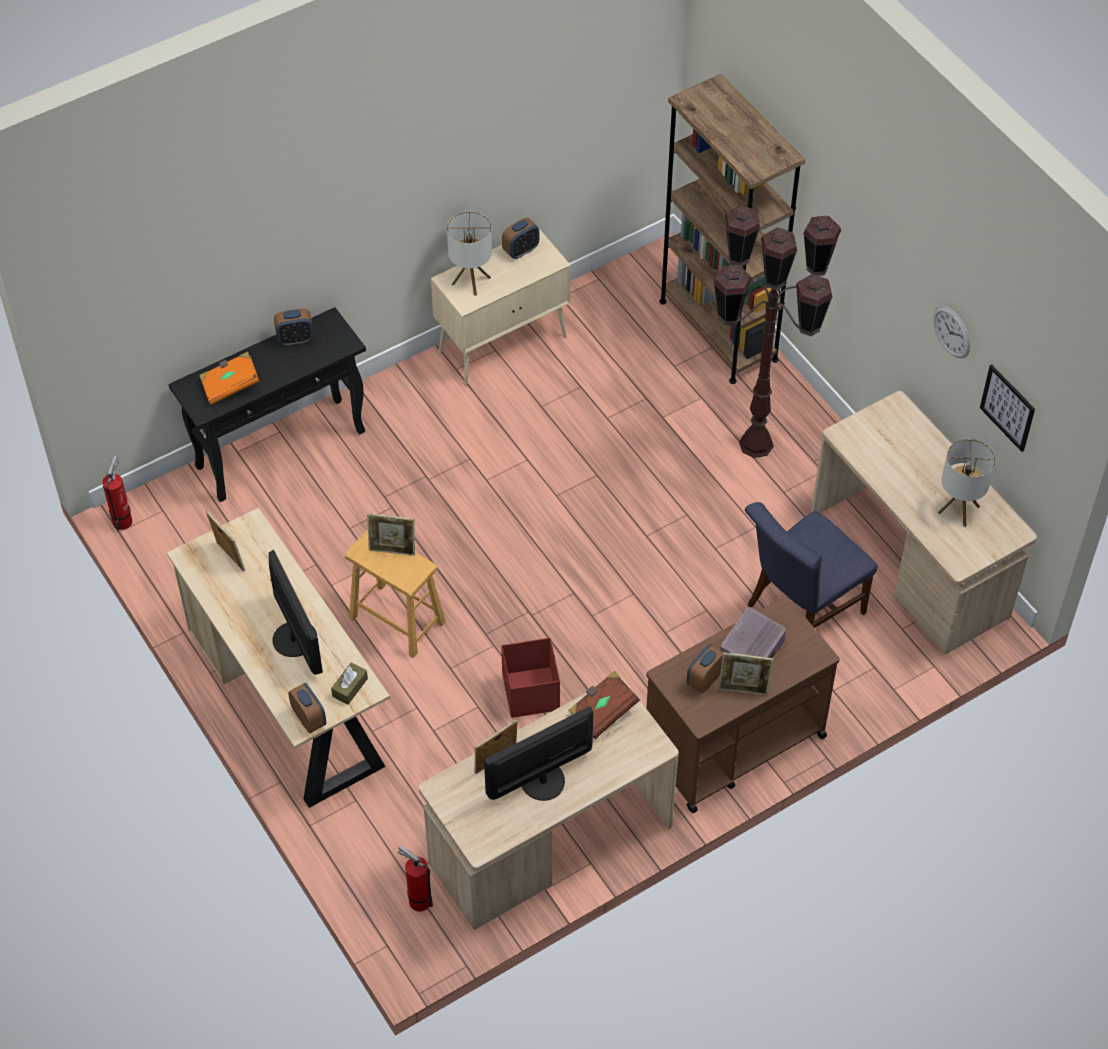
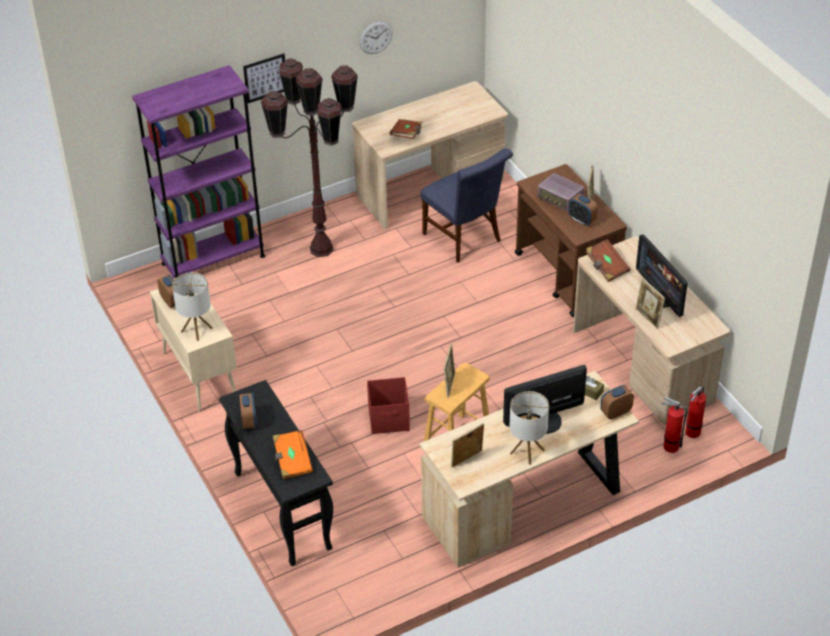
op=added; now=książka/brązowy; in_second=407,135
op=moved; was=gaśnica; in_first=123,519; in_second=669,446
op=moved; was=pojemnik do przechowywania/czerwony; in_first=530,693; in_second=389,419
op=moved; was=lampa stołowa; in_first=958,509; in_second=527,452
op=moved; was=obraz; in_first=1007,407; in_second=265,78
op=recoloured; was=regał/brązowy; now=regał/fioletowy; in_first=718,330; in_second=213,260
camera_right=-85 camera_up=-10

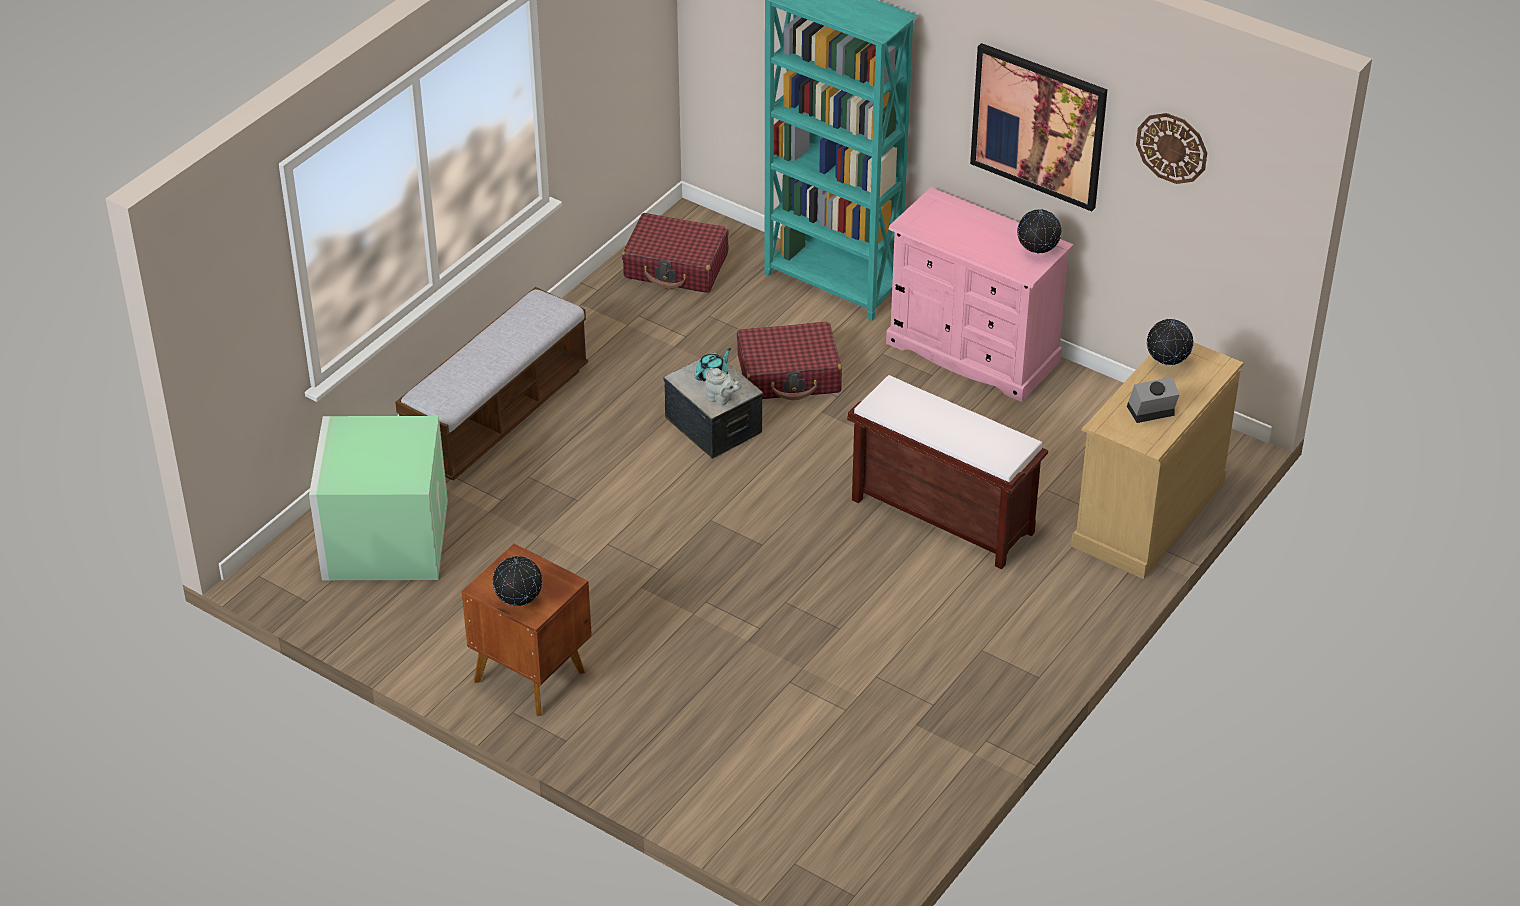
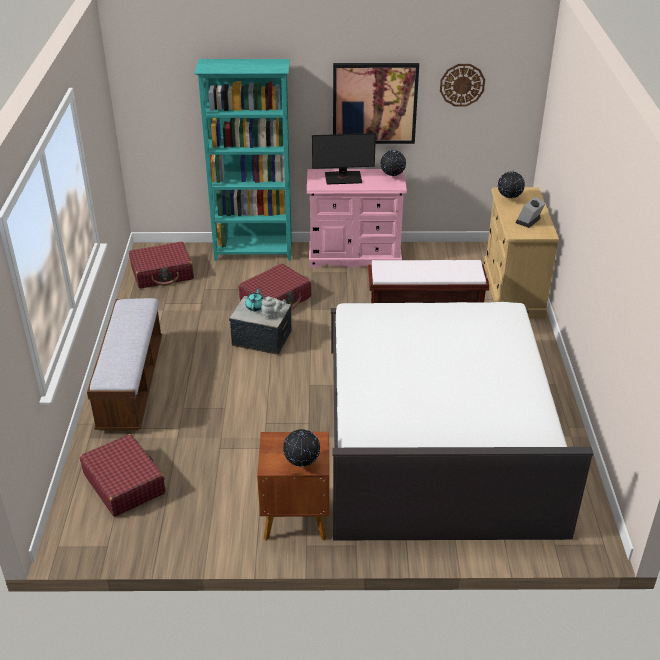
op=added; now=monitor; in_second=343,178
op=added; now=łóżko/biały; in_second=437,434
op=replaced; was=pojemnik do przechowywania/zielony; now=walizka/czerwony; in_first=384,538; in_second=124,483
camera_right=-35 camera_up=-5

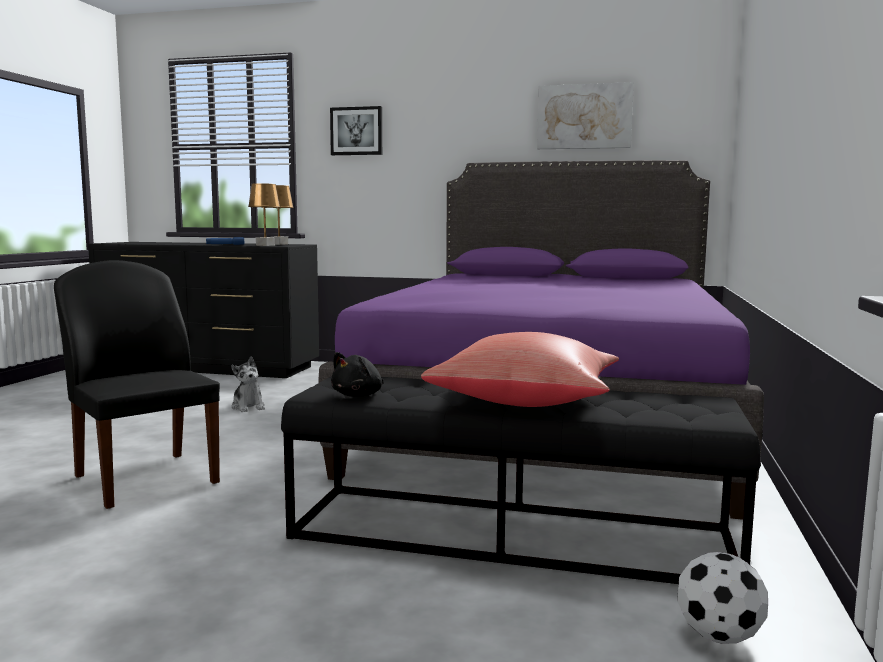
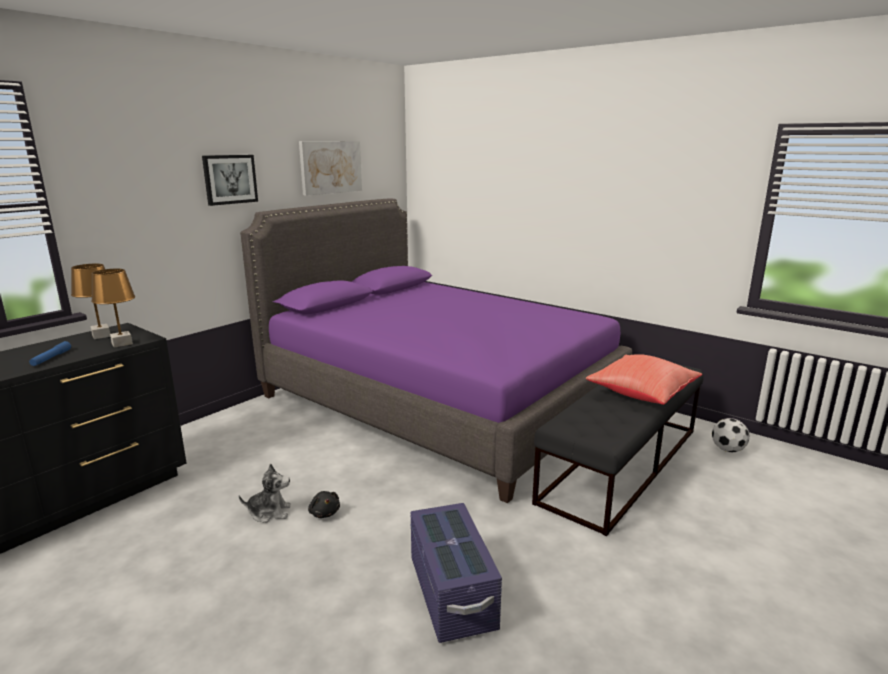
op=moved; was=obraz; in_first=356,131; in_second=230,179
op=moved; was=pluszak/czarny; in_first=359,395; in_second=324,513
op=replaced; was=krzesło/czarny; now=pojemnik do przechowywania/fioletowy; in_first=145,478; in_second=452,593
camera_right=-65 camera_up=10

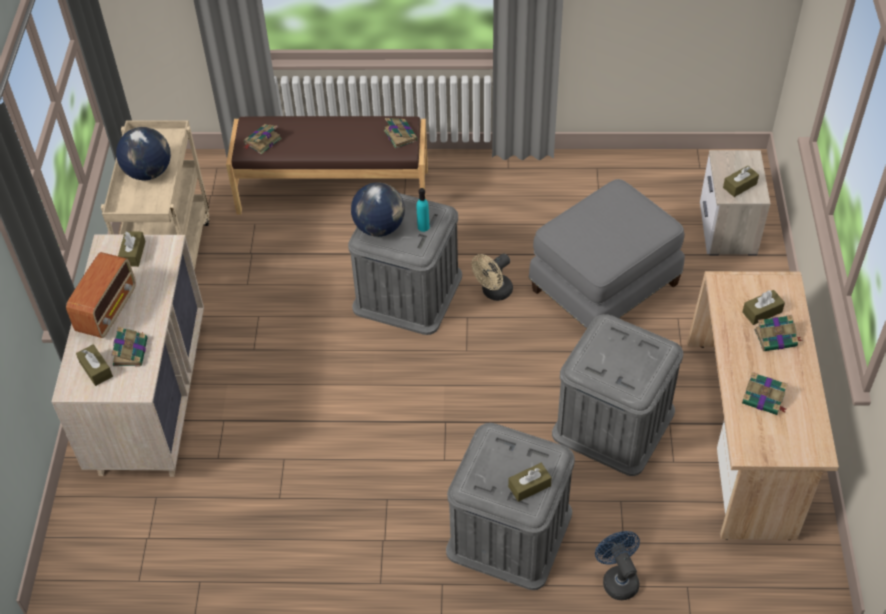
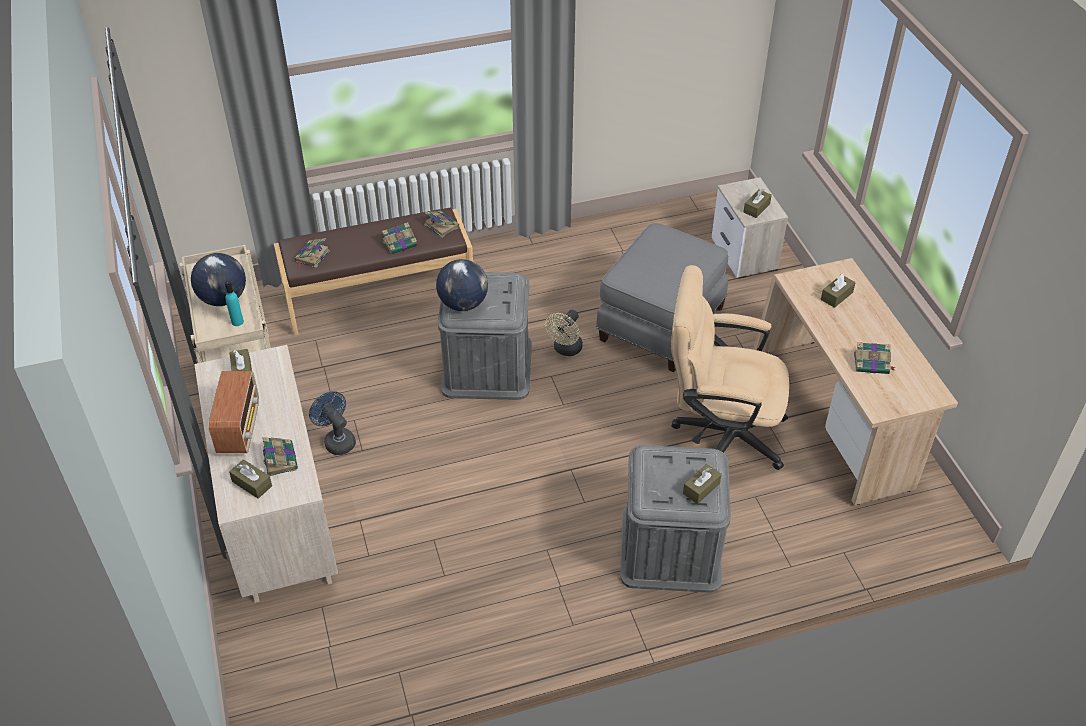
op=moved; was=butelka/turkusowy; in_first=423,227; in_second=237,322
op=moved; was=wentylator/niebieski; in_first=617,579; in_second=337,440
op=moved; was=książka; in_first=776,338; in_second=400,243
op=replaced; was=pojemnik do przechowywania/szary; now=krzesło biurowe/beżowy; in_first=613,422; in_second=719,433
camera_right=-20 camera_up=-5

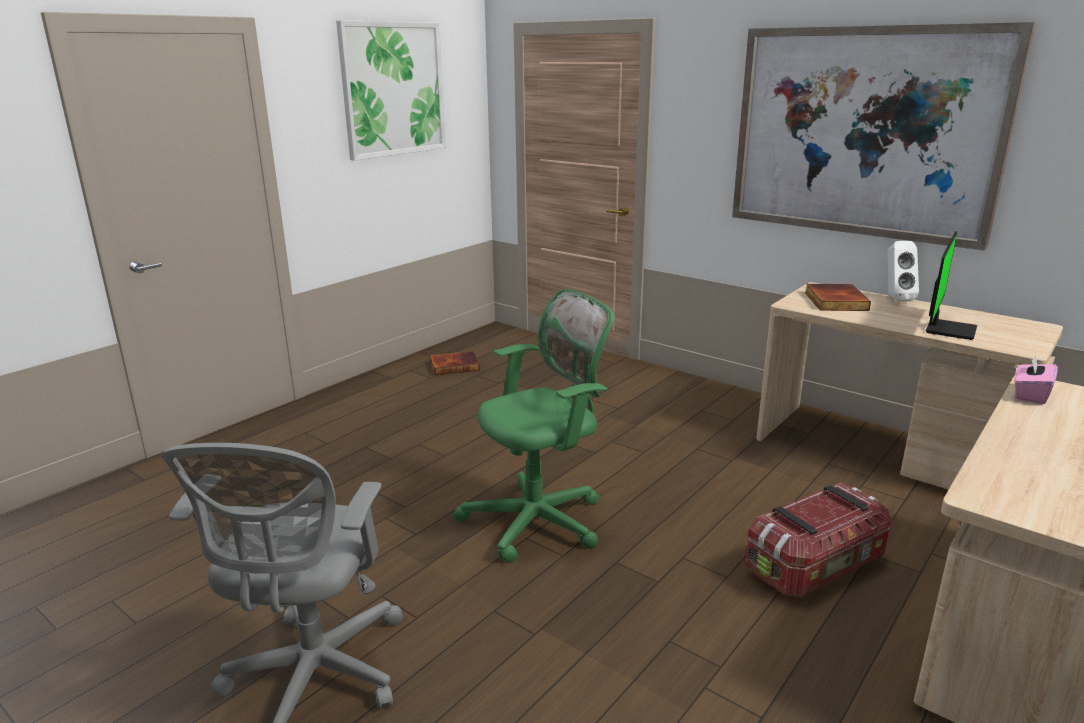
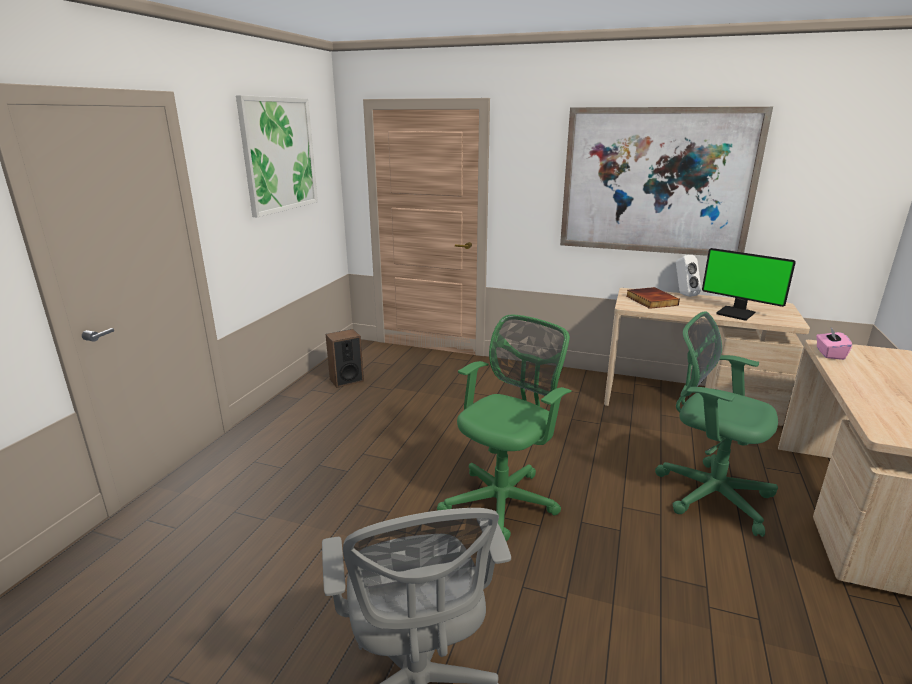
op=replaced; was=książka; now=głośnik; in_first=454,365; in_second=346,380
op=replaced; was=pojemnik do przechowywania; now=krzesło biurowe/zielony; in_first=816,566; in_second=708,493
op=turned; was=monitor; in_first=947,329; in_second=736,313; clockwise=120
camera_right=-20 camera_up=0

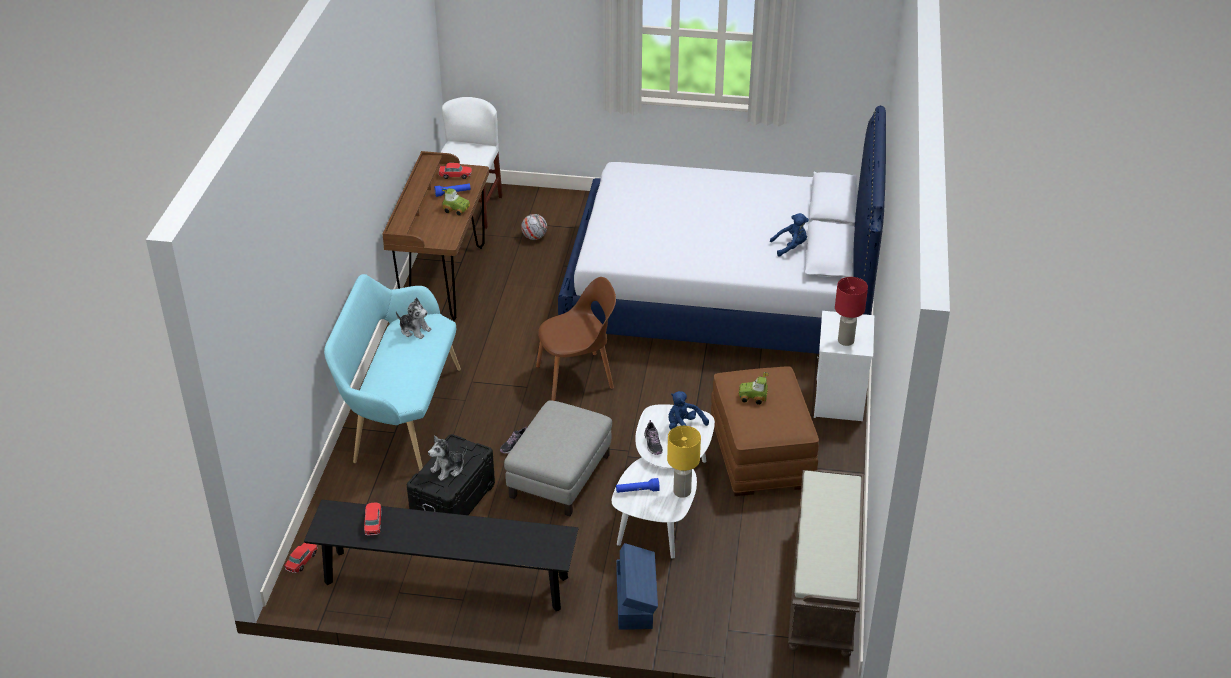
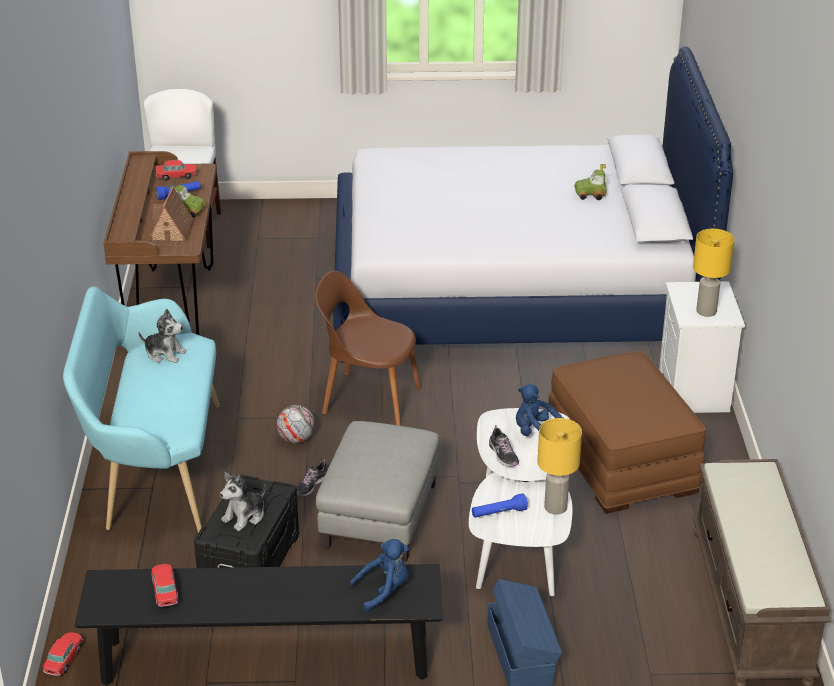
op=added; now=domek; in_second=171,233
op=moved; was=piłka futbolowa; in_first=534,237; in_second=296,439
op=moved; was=samochodzik; in_first=753,397; in_second=590,195
op=moved; was=pluszak/niebieski; in_first=790,247; in_second=384,591
op=recoloured; was=lampa stołowa/czerwony; now=lampa stołowa/żółty; in_first=845,341; in_second=705,311
op=turned; was=krzesło/brązowy; in_first=577,376; in_second=368,399; clockwise=-135
camera_right=-10 camera_up=-5

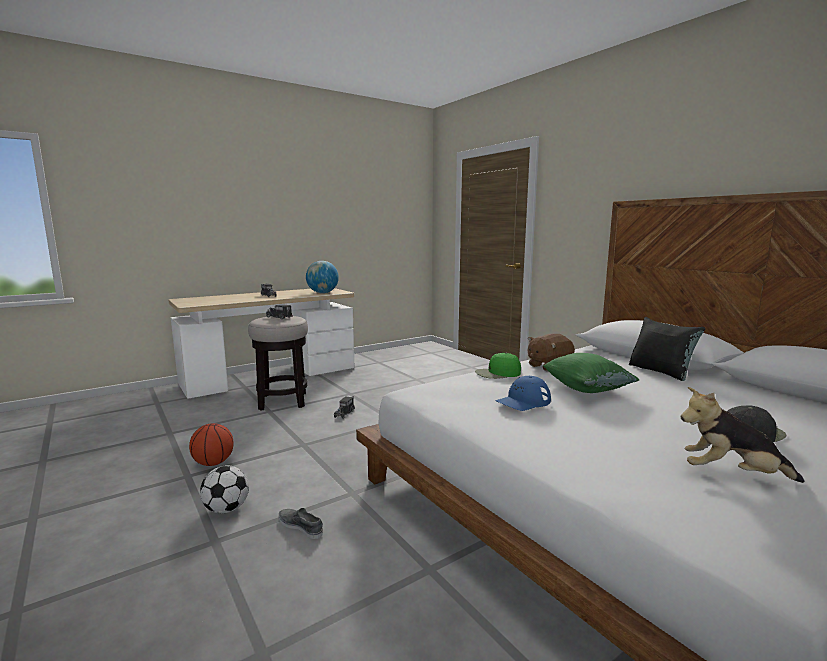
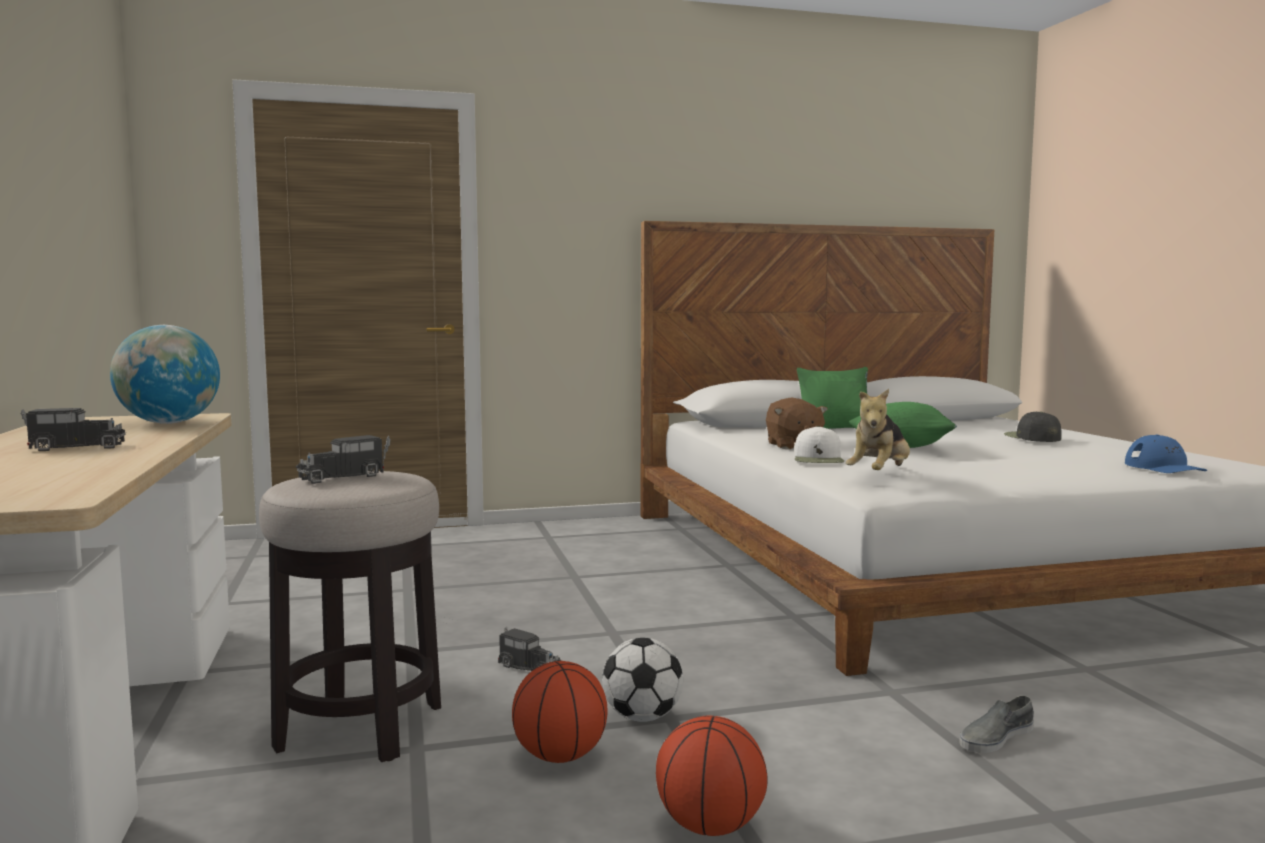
op=added; now=piłka do koszykówki; in_second=560,757
op=moved; was=piłka futbolowa; in_first=226,509; in_second=642,717
op=moved; was=czapka z daszkiem/niebieski; in_first=523,401; in_second=1164,468
op=moved; was=pluszak; in_first=731,474; in_second=880,474
op=recoloured; was=czapka z daszkiem/zielony; now=czapka z daszkiem/biały; in_first=497,373; in_second=819,459
op=recoloured; was=poduszka/czarny; now=poduszka/zielony; in_first=660,372; in_second=835,429
camera_right=-70 camera_up=-5

